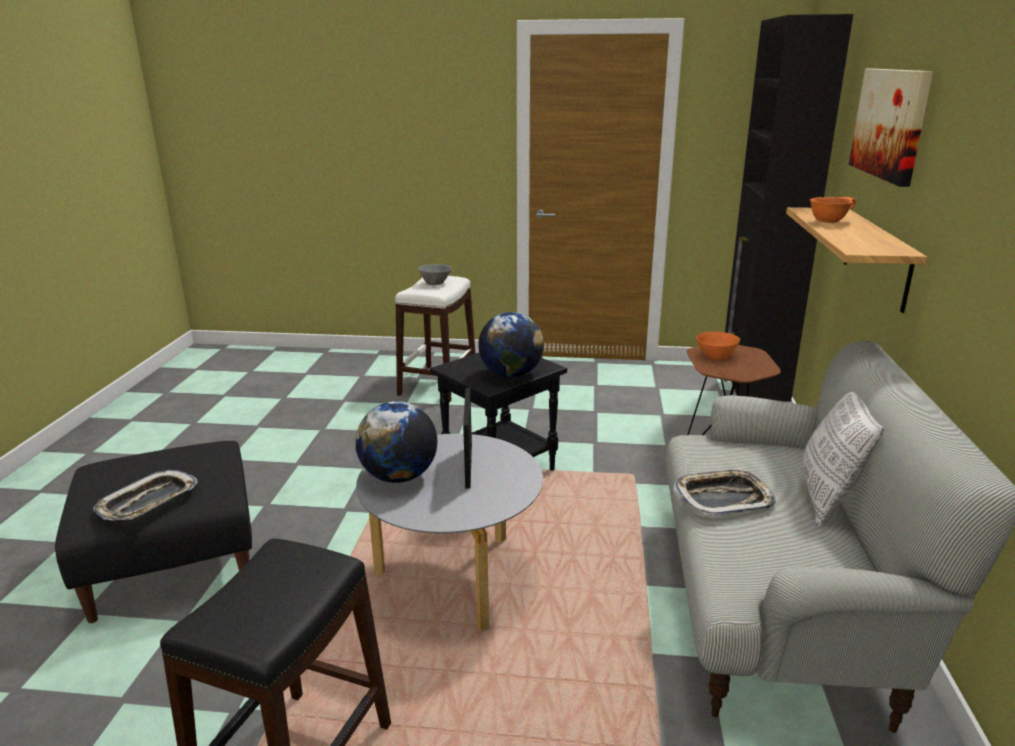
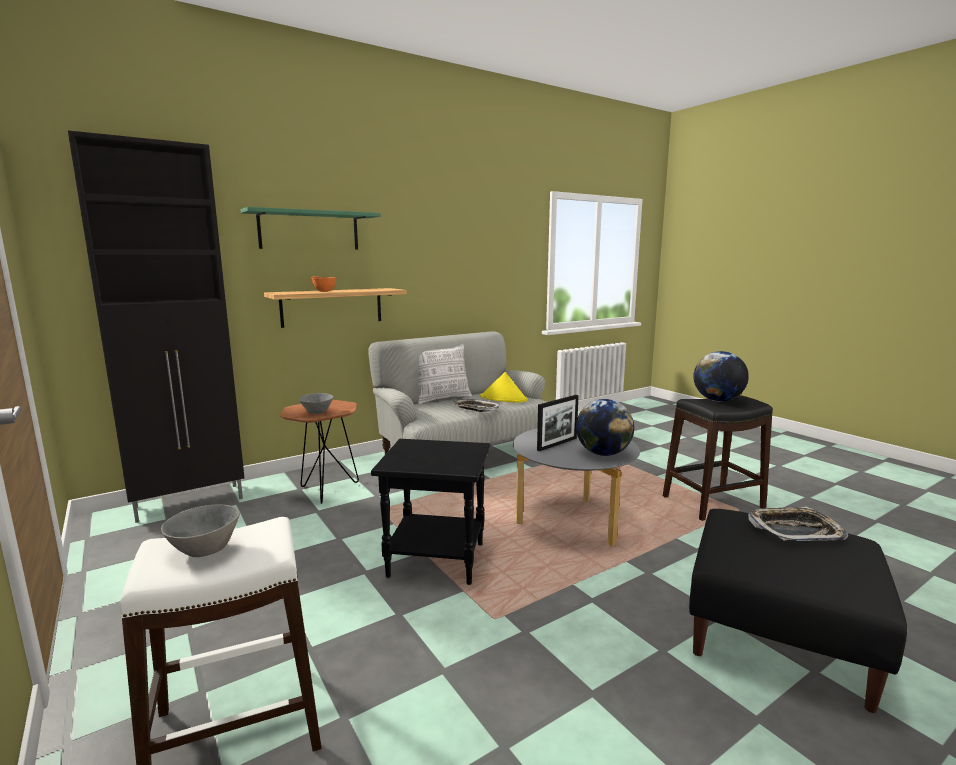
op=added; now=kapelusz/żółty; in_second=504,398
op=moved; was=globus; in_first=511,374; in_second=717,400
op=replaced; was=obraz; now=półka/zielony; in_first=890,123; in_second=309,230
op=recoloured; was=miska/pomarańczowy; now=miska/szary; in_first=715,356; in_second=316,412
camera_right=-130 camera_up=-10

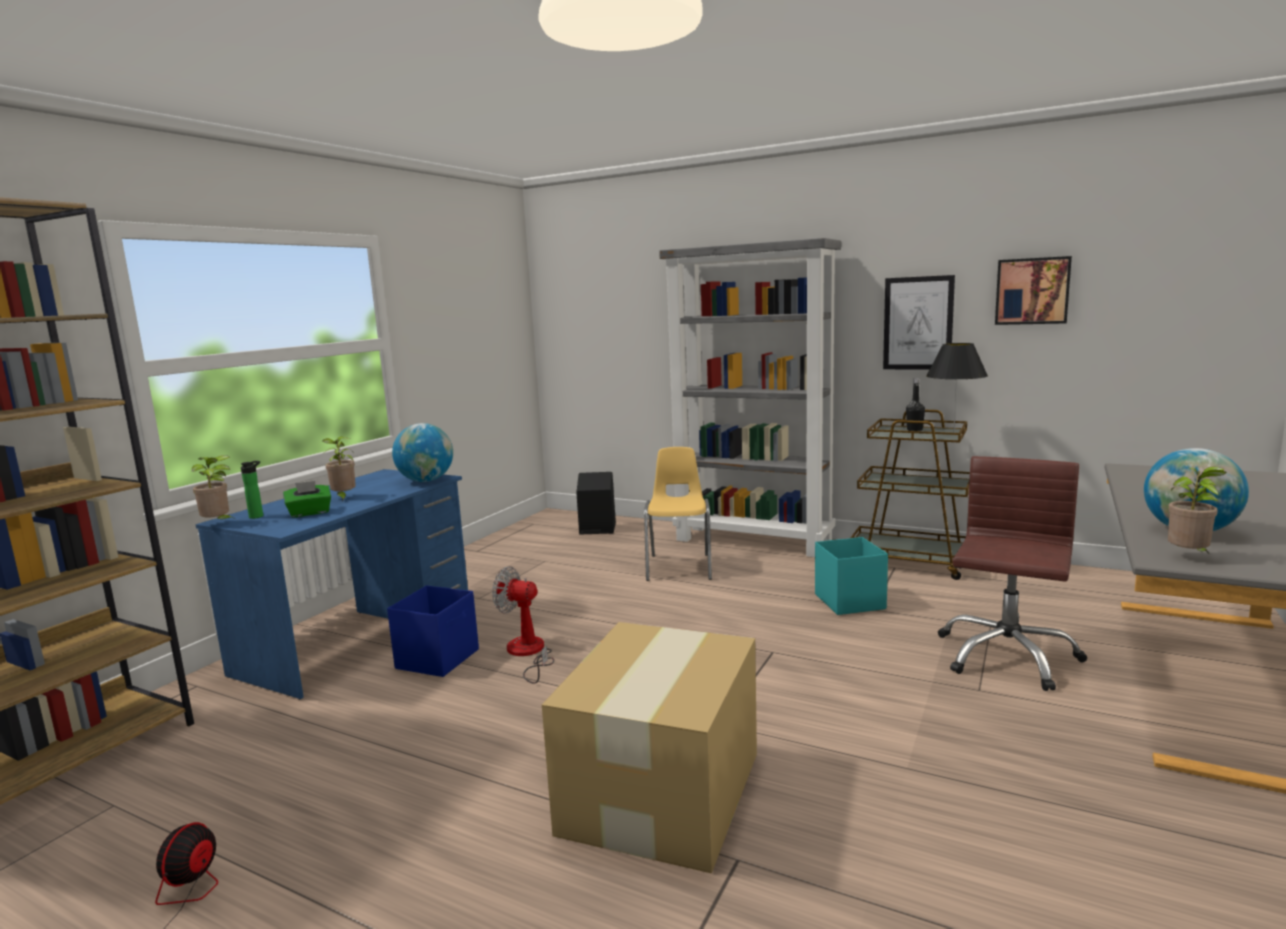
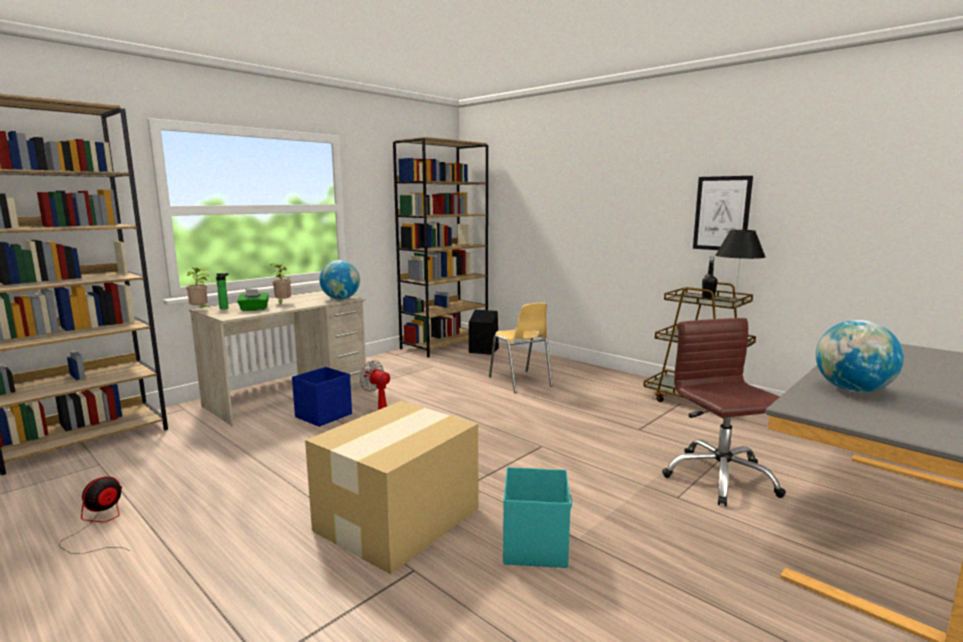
op=removed; was=regał/szary; in_first=754,541
op=removed; was=obraz; in_first=1032,291
op=removed; was=roślina doniczkowa; in_first=1189,556
op=added; now=regał/brązowy; in_second=445,344
op=moved; was=pojemnik do przechowywania/turkusowy; in_first=849,601; in_second=535,545
op=recoloured; was=biurko/niebieski; now=biurko/beżowy; in_first=359,637; in_second=288,396
op=turned; was=krzesło/żółty; in_first=680,567; in_second=520,382; clockwise=135
op=turned; was=krzesło biurowe/brązowy; in_first=1006,656; in_second=719,478; clockwise=-60
camera_right=15 camera_up=0

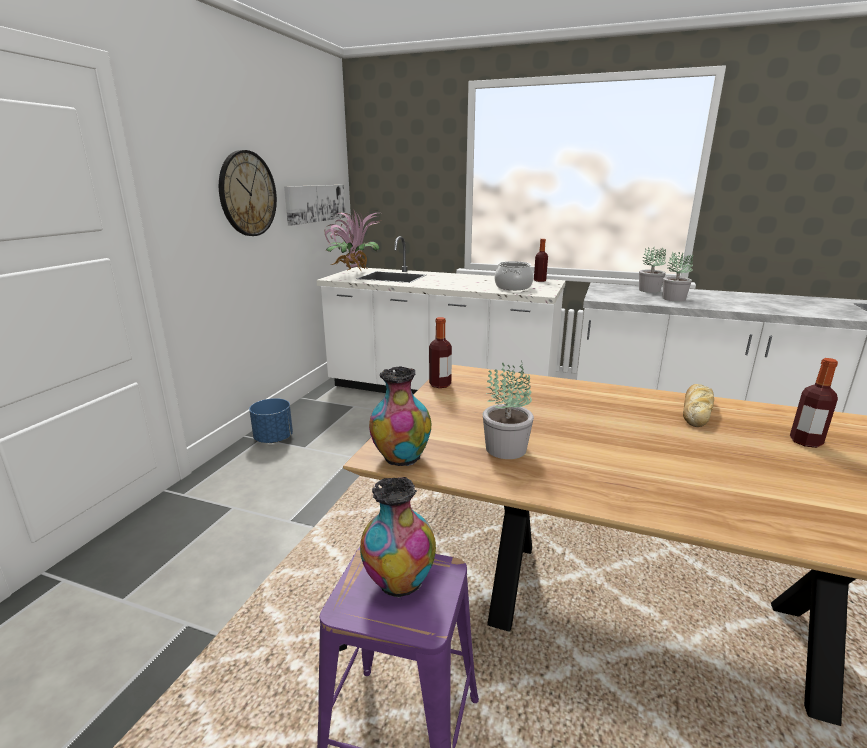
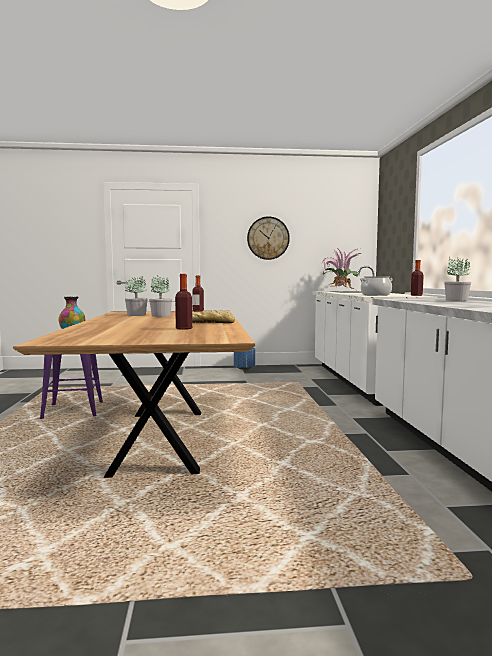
op=removed; was=obraz; in_first=315,203
op=removed; was=wazon; in_first=401,458
op=moved; was=roślina doniczkowa; in_first=673,299; in_second=160,316
camera_right=65 camera_up=-15

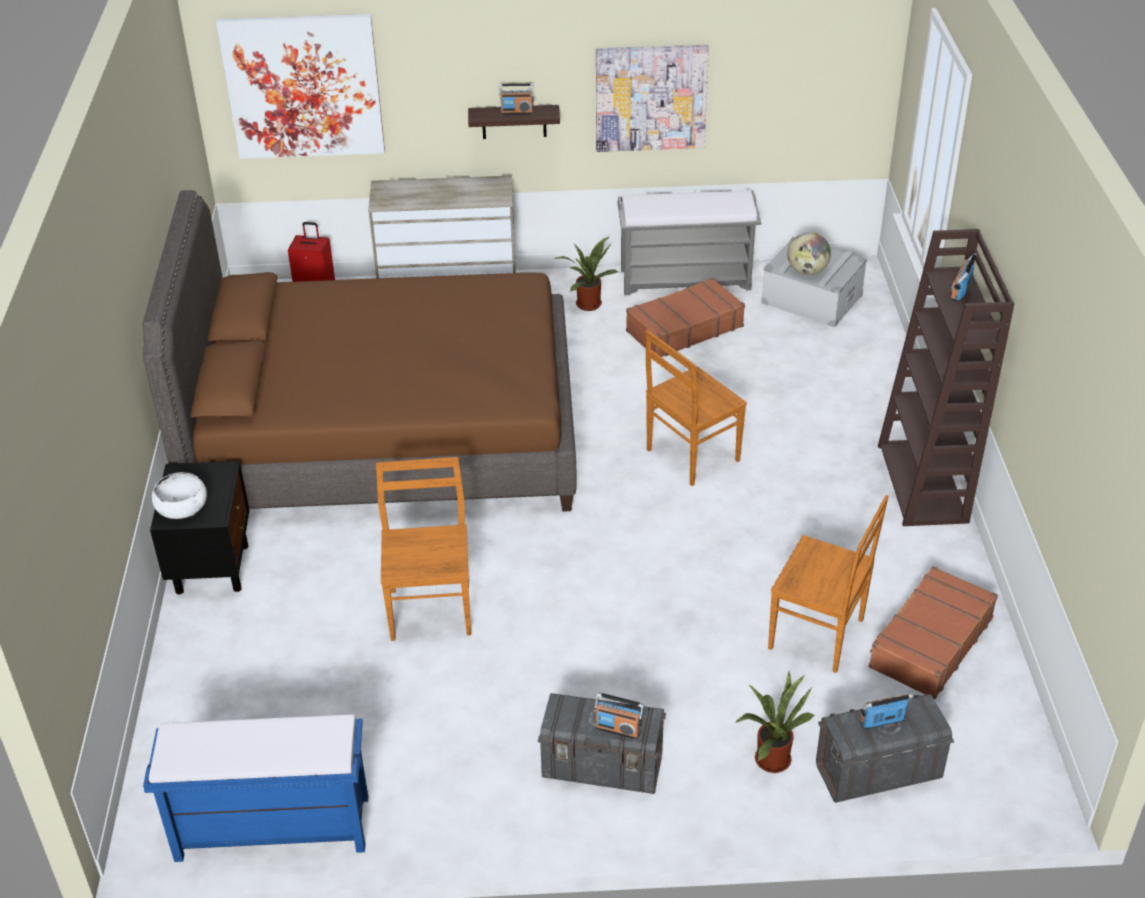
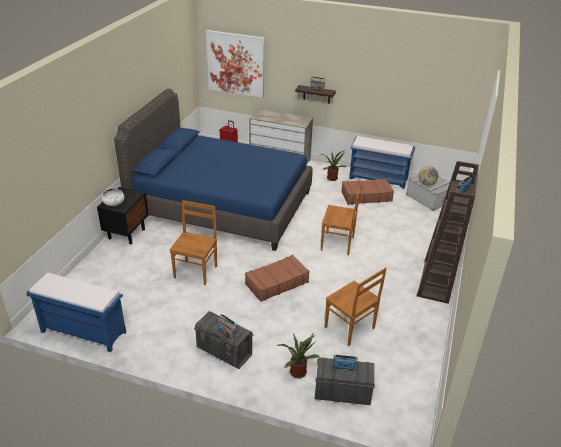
op=removed; was=obraz; in_first=651,97
op=moved; was=walizka/brązowy; in_first=930,643; in_second=276,283
op=recoloured; was=łóżko/brązowy; now=łóżko/niebieski; in_first=385,435; in_second=221,205
op=recoloured; was=ławka/szary; now=ławka/niebieski; in_first=686,279; in_second=379,178
op=turned; was=krzesło/brązowy; in_first=690,456; in_second=338,244; clockwise=-150
camera_right=20 camera_up=-5

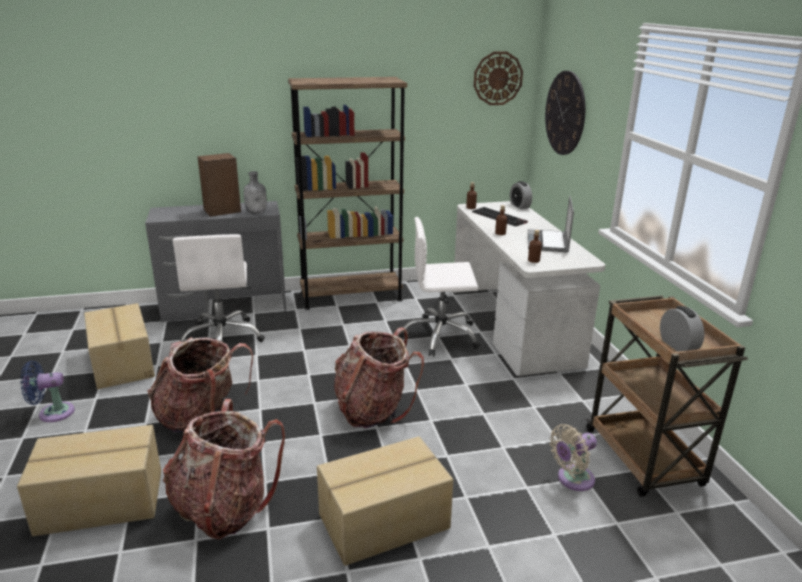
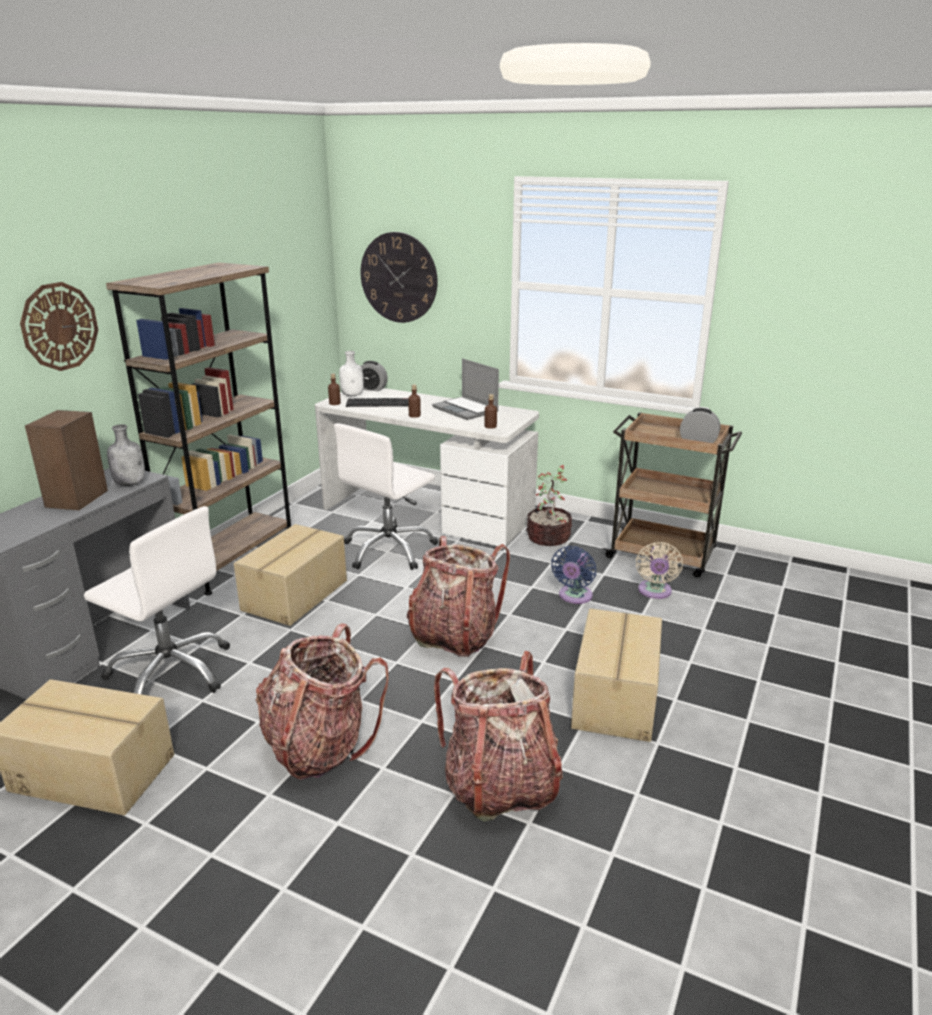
op=added; now=butelka/biały; in_second=353,395
op=added; now=roślina doniczkowa; in_second=549,538
op=moved; was=karton; in_first=101,503; in_second=296,595
op=moved; was=wentylator/niebieski; in_first=52,413; in_second=574,597
op=moved; was=zegar ścienny; in_first=497,78; in_second=59,326
camera_right=-50 camera_up=0

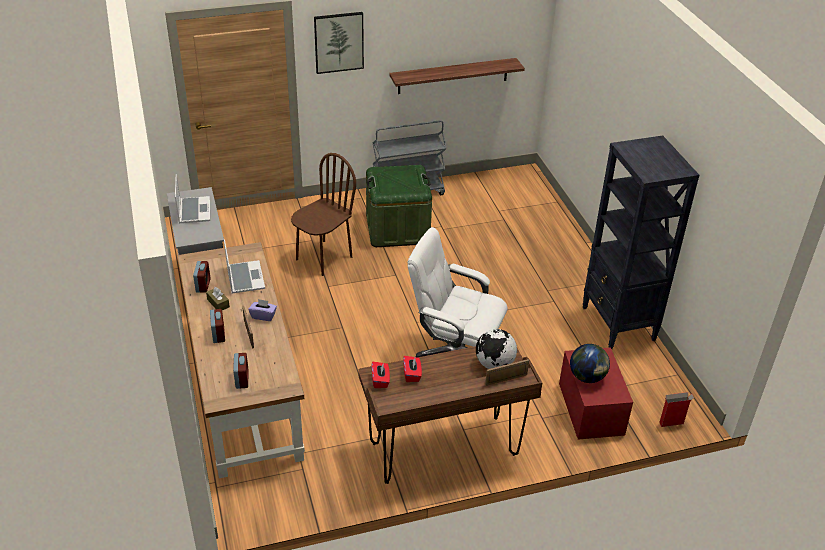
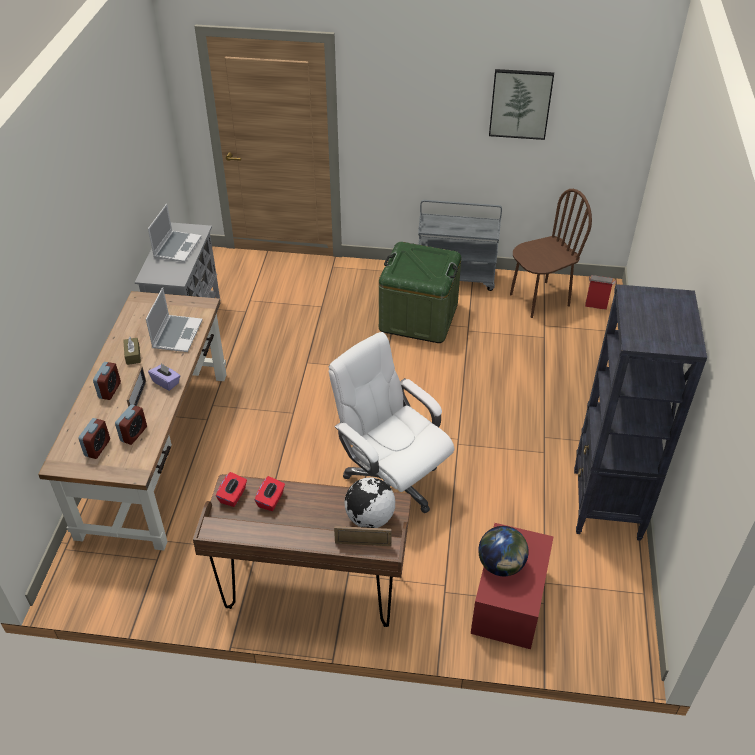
op=removed; was=półka; in_first=453,76
op=moved; was=budzik; in_first=203,285; in_second=134,434
op=moved; was=krzesło/brązowy; in_first=323,258; in_second=539,299
op=moved; was=obraz; in_first=338,42; in_second=520,104
op=moved; was=karton; in_first=671,423; in_second=596,306
camera_right=25 camera_up=5

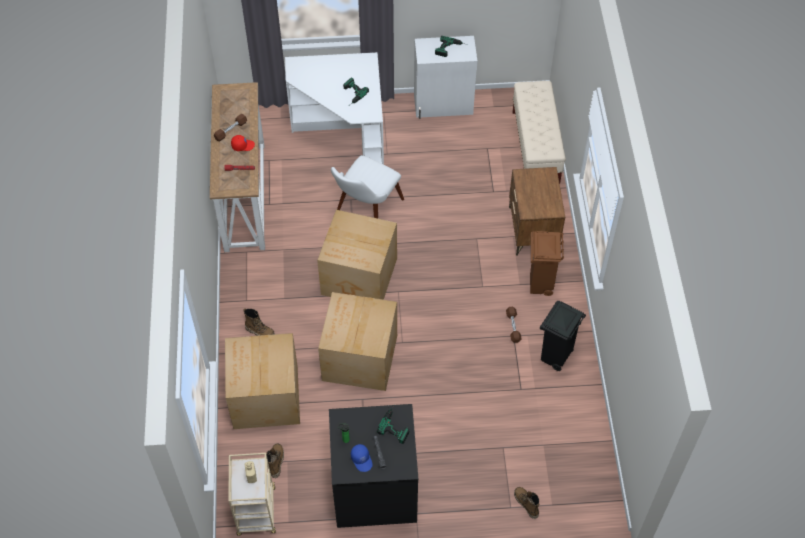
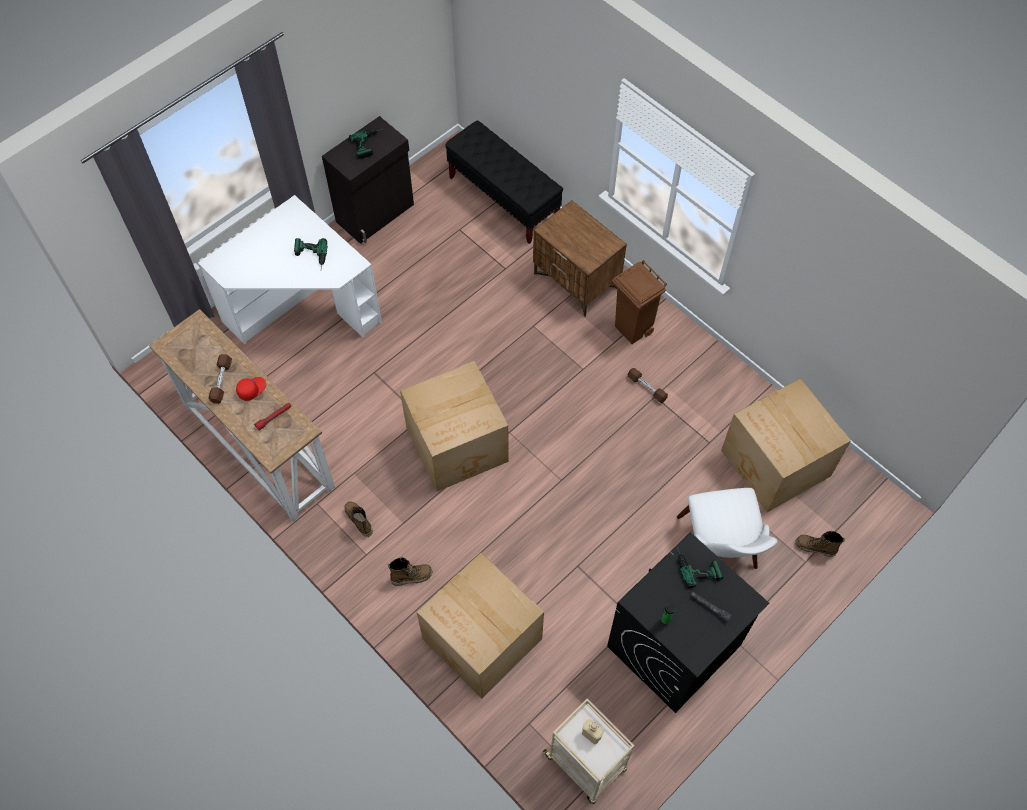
op=removed; was=czapka z daszkiem/niebieski; in_first=362,459
op=removed; was=kosz na śmieci/czarny; in_first=555,357
op=moved; was=but z cholewką; in_first=276,462; in_second=358,521
op=moved; was=karton; in_first=358,358; in_second=775,464
op=moved; was=krzesło/biały; in_first=365,210; in_second=720,552
op=recoloured; was=szafka/biały; now=szafka/czarny; in_first=443,105; in_second=376,213
op=recoloured; was=ławka/beżowy; now=ławka/czarny; in_first=535,148; in_second=504,199
camera_right=-40 camera_up=5

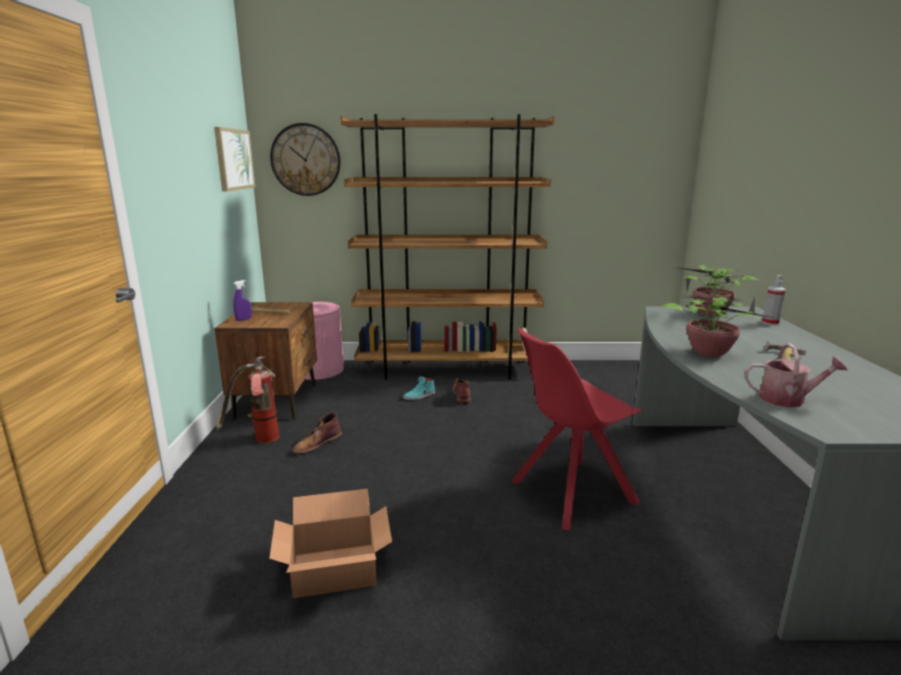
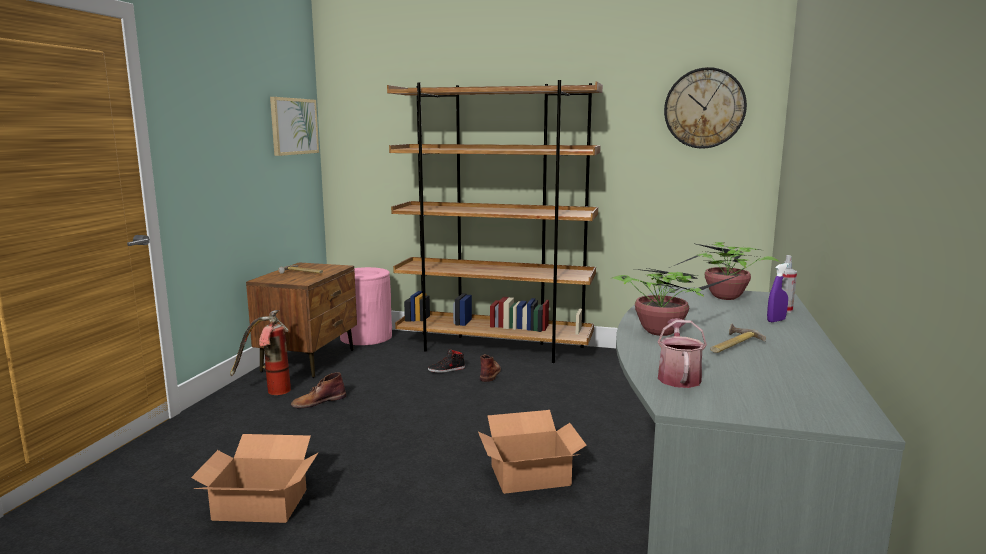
op=moved; was=spryskiwacz/fioletowy; in_first=243,319; in_second=776,320
op=moved; was=zegar ścienny; in_first=306,160; in_second=704,108
op=replaced; was=krzesło/czerwony; now=karton; in_first=569,493; in_second=529,475
op=recoloured; was=but/turkusowy; now=but/czarny; in_first=419,396; in_second=446,370
op=turned; was=konewka; in_first=788,399; in_second=678,377; clockwise=-105
camera_right=15 camera_up=-5

